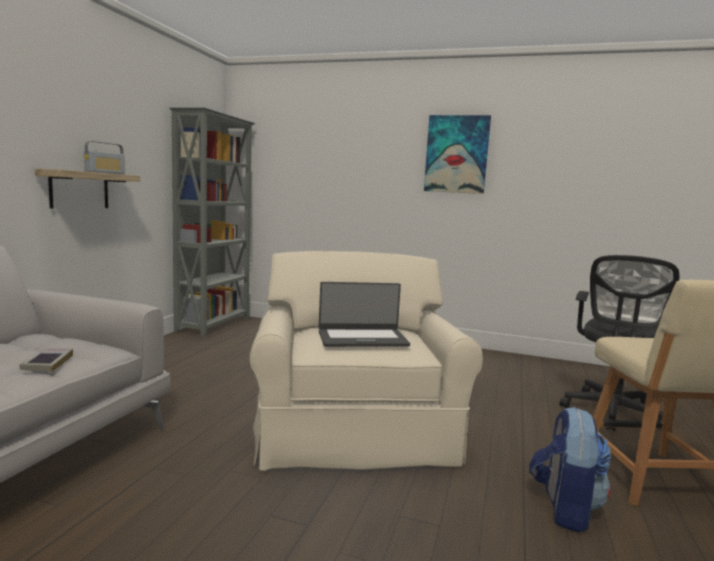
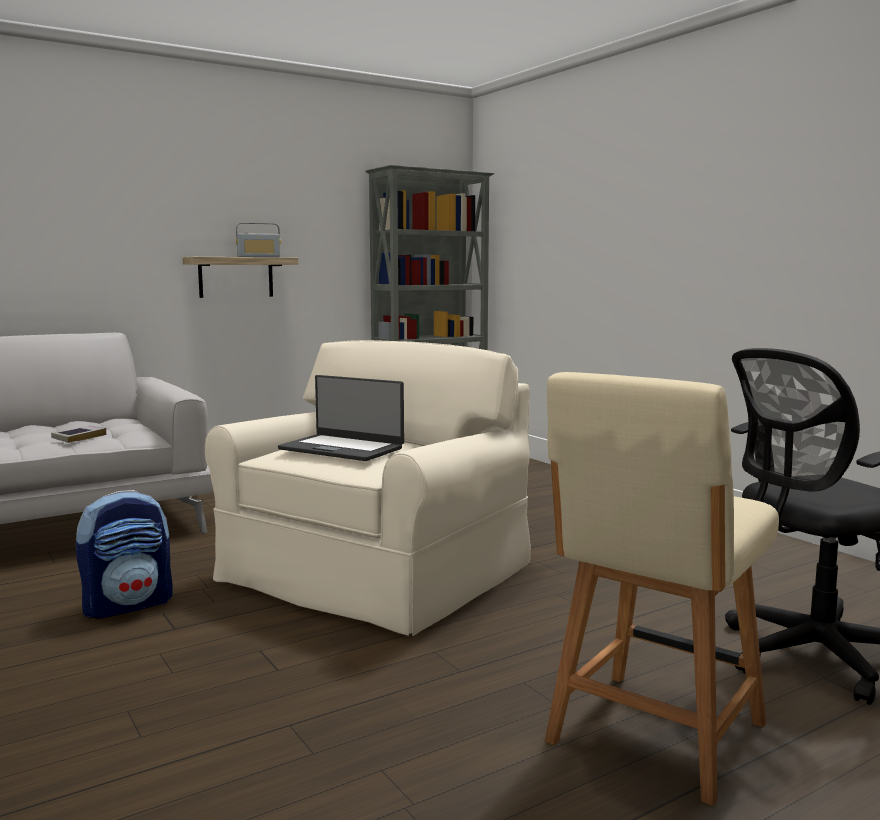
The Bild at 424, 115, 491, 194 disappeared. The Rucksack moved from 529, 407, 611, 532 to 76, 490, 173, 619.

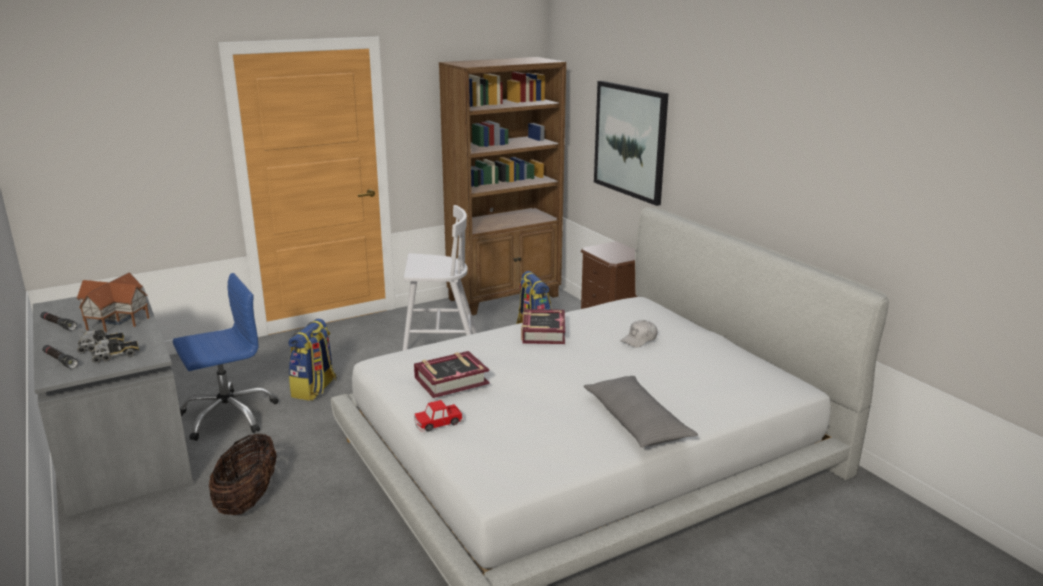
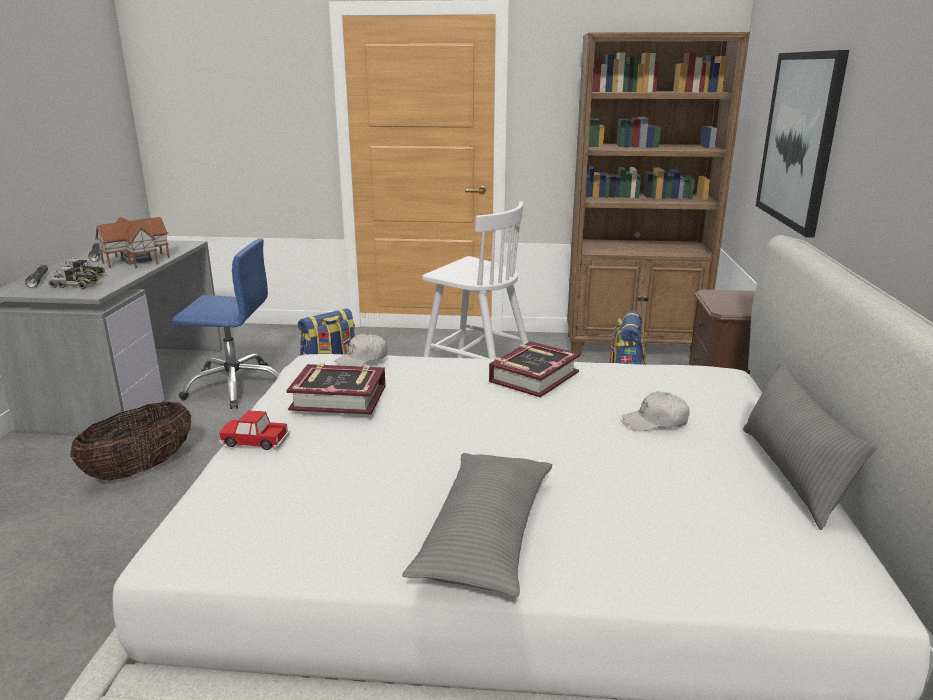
The Kappe [weiß] at 334, 333, 387, 366 appeared. The Kissen [grau] at 743, 361, 877, 530 appeared.

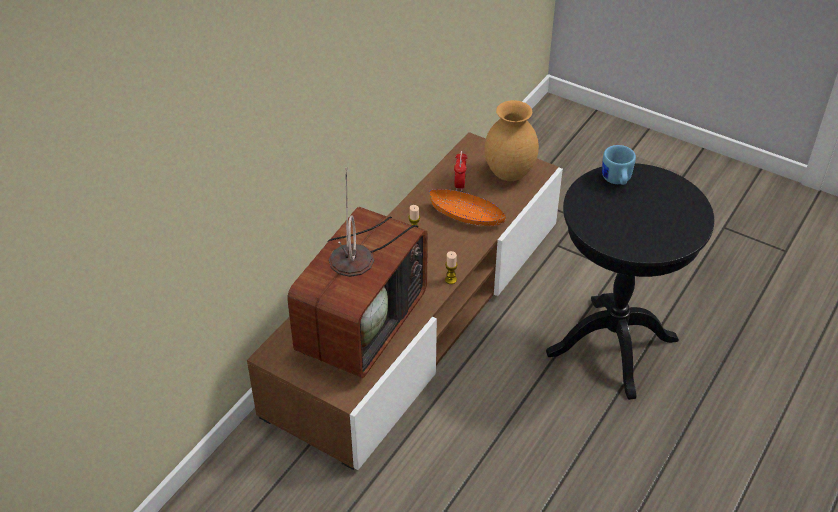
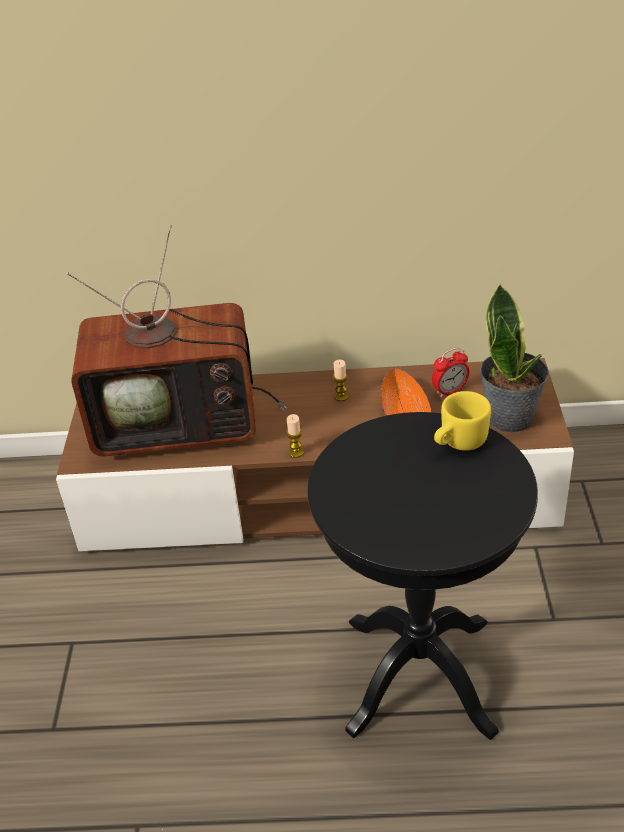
The Vase [braun] at 484, 100, 539, 181 was replaced by the Topfpflanze at 480, 284, 549, 433. The Henkelbecher [blau] at 602, 145, 636, 185 became the Henkelbecher [gelb] at 434, 391, 491, 451.

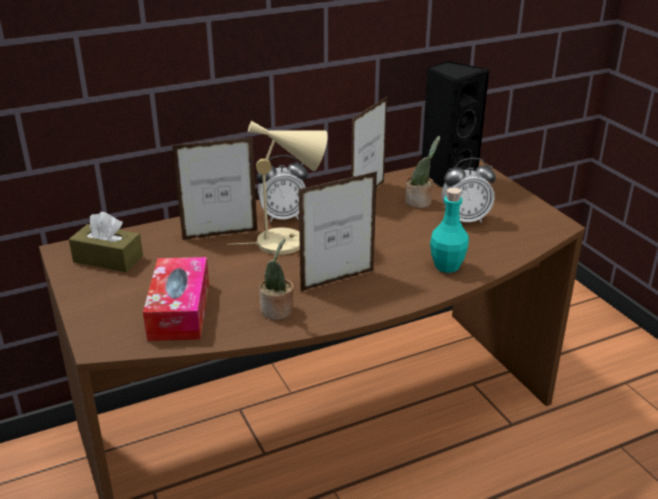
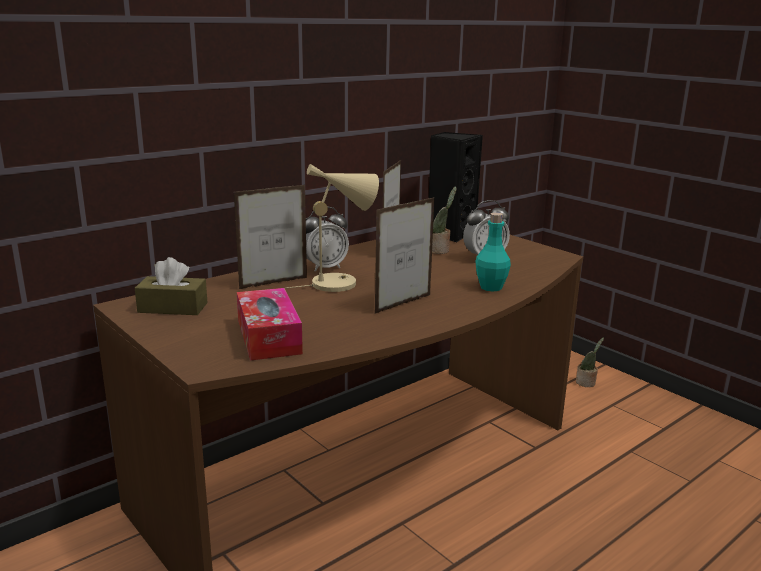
The Topfpflanze moved from 259, 239, 294, 320 to 576, 338, 604, 387.

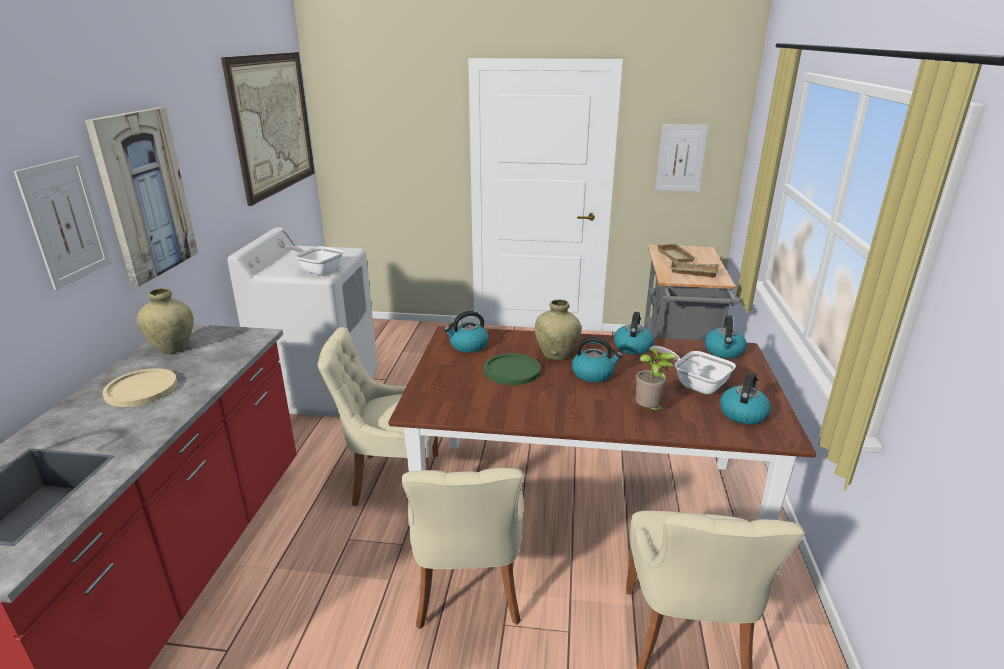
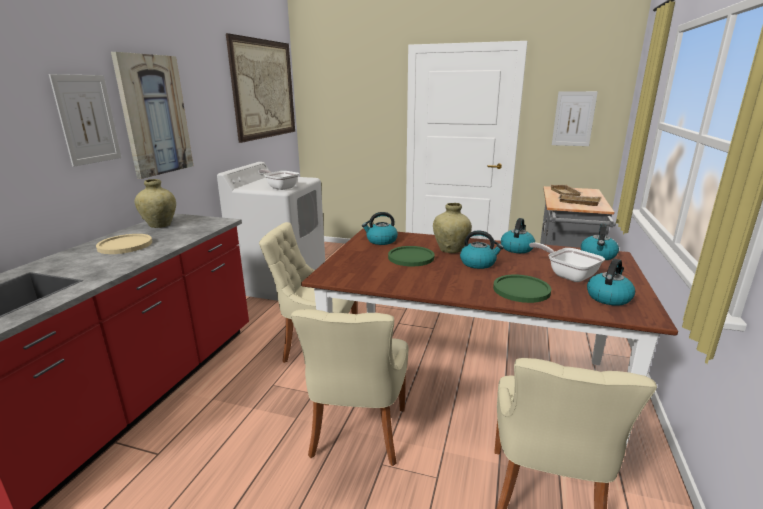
The Topfpflanze at 635, 348, 677, 412 was replaced by the Teller [grün] at 493, 275, 551, 303.

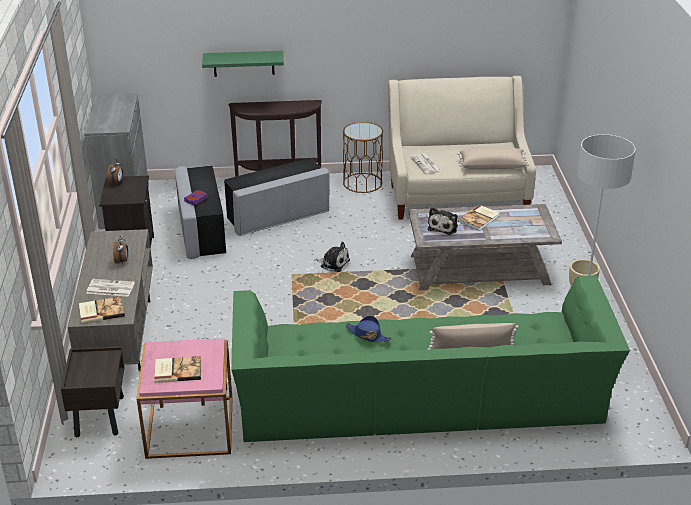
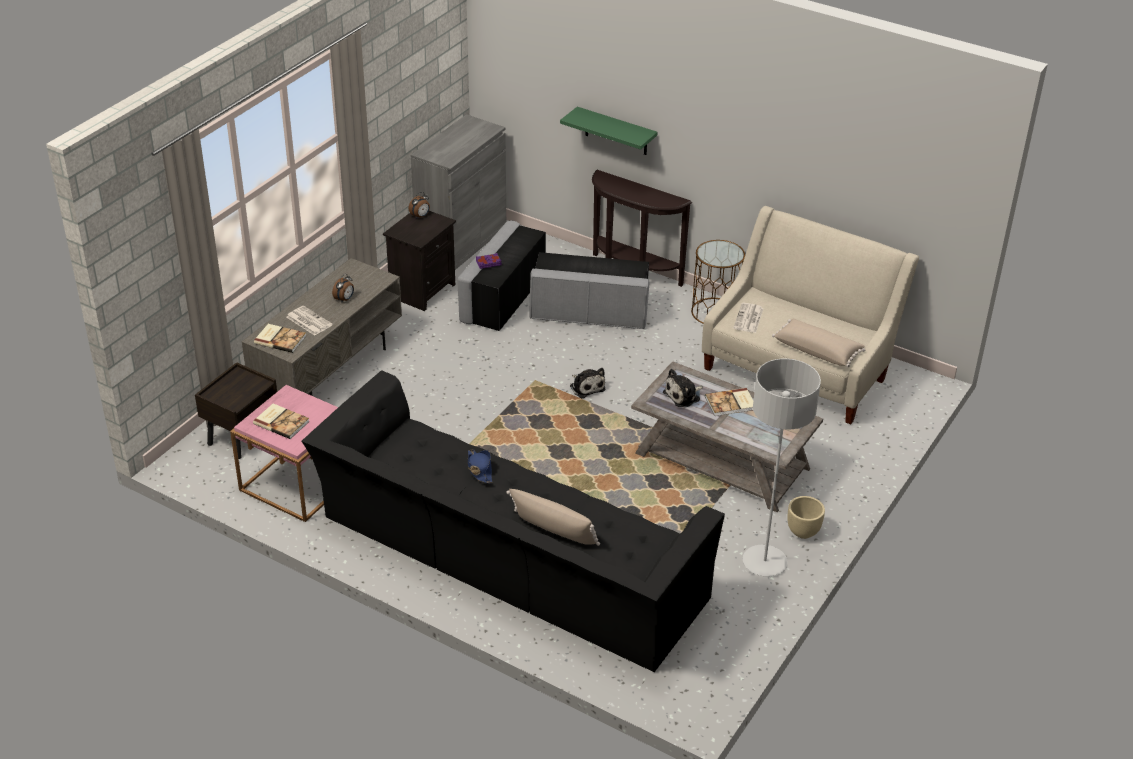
The Sofa [grün] at 231, 275, 630, 442 became the Sofa [schwarz] at 302, 370, 725, 672.

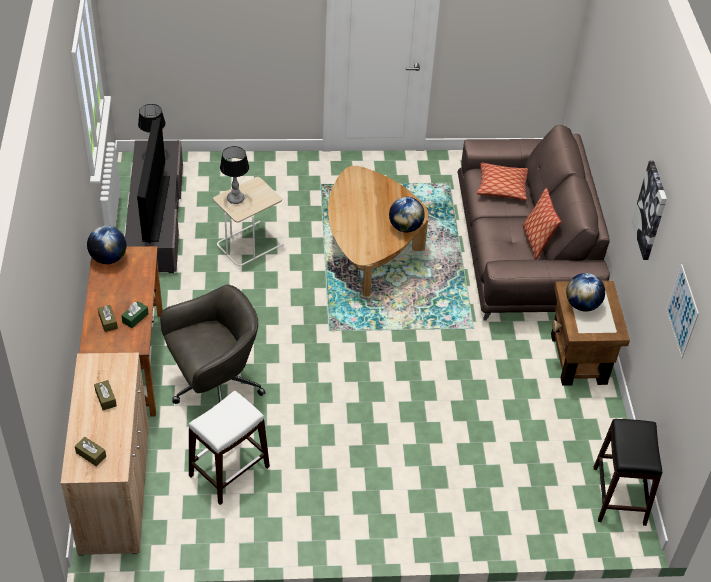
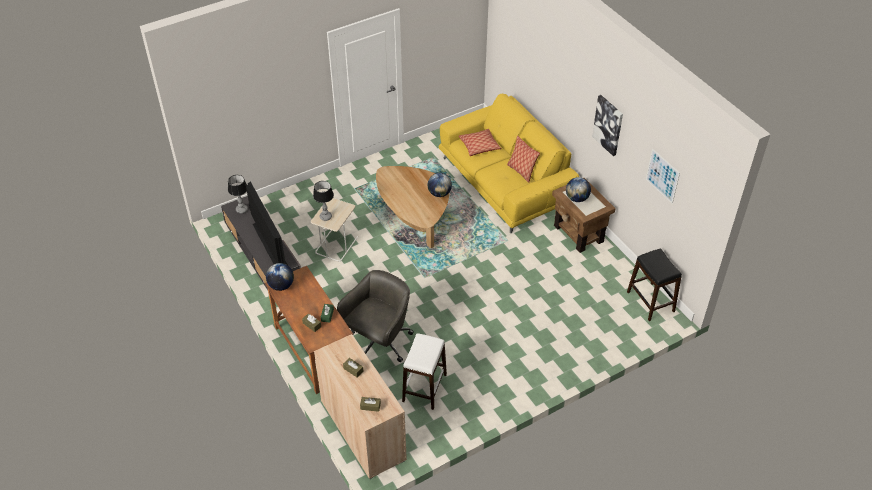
The Sofa [braun] at 457, 125, 610, 320 became the Sofa [gelb] at 439, 94, 579, 233.

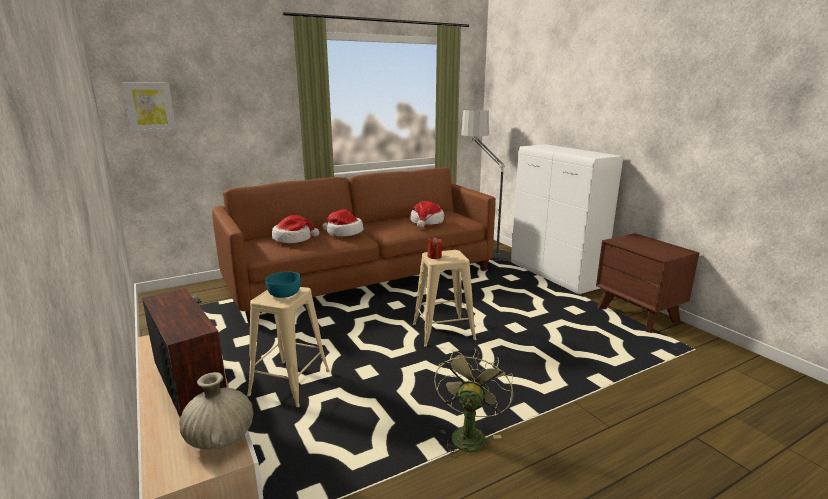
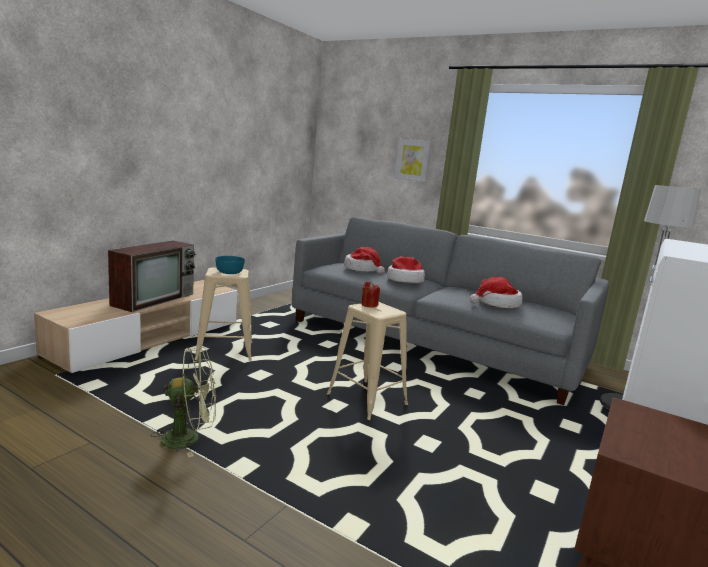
The Bild moved from 122, 83, 176, 132 to 395, 139, 431, 182. The Vase [beige] at 179, 372, 253, 450 disappeared. The Sofa [braun] at 212, 167, 496, 324 became the Sofa [grau] at 292, 217, 609, 405.

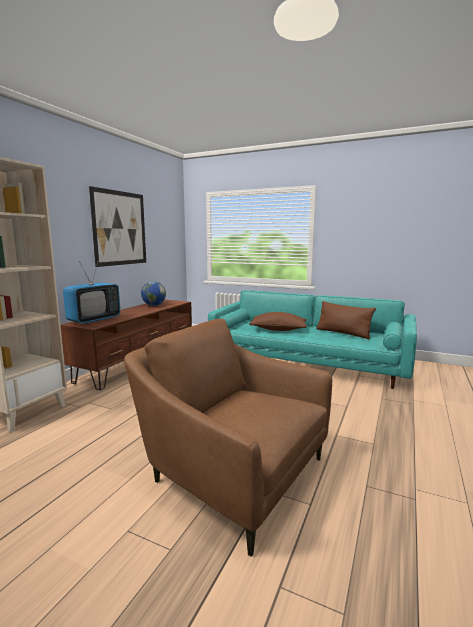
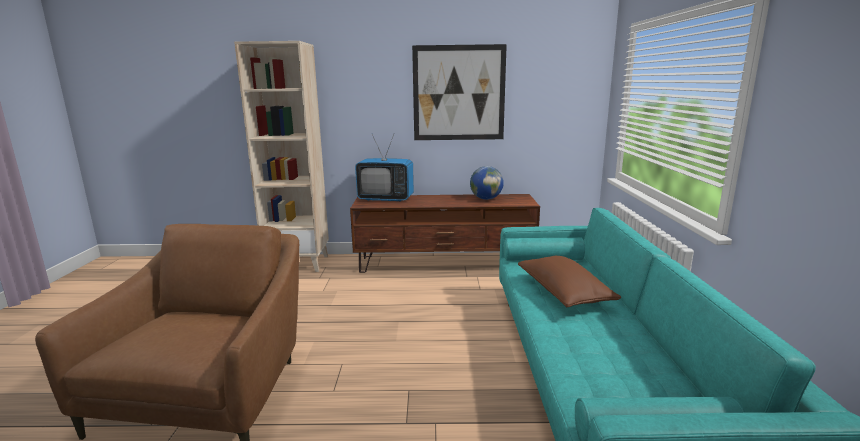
The Kissen [braun] at 316, 301, 376, 339 disappeared.

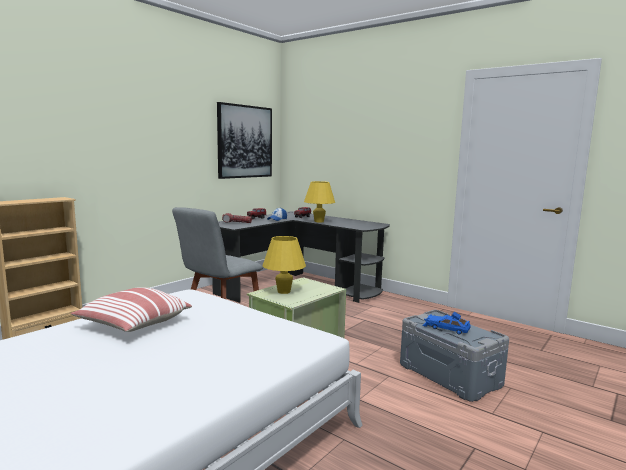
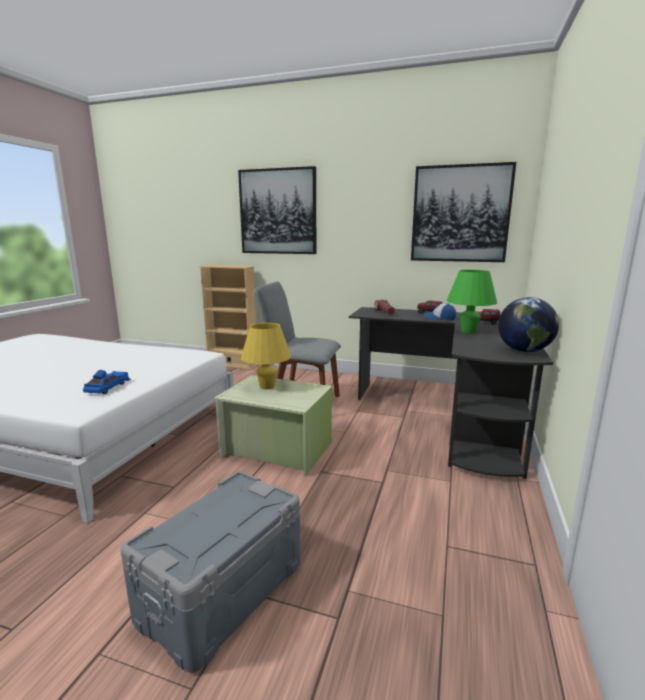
The Kissen at 70, 287, 192, 332 disappeared. The Tischlampe [gelb] at 304, 181, 335, 223 became the Tischlampe [grün] at 447, 270, 497, 333. The Spielzeugauto [blau] moved from 422, 312, 471, 335 to 83, 370, 131, 394. The Bild at 238, 166, 316, 254 appeared. The Globus at 498, 297, 559, 352 appeared.

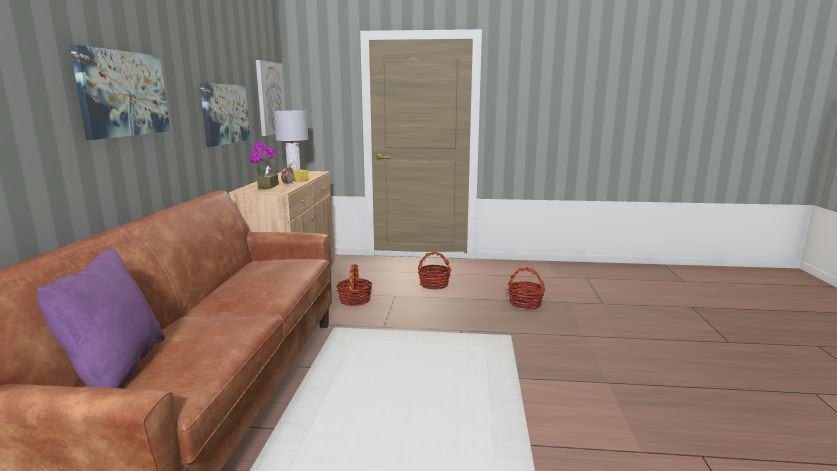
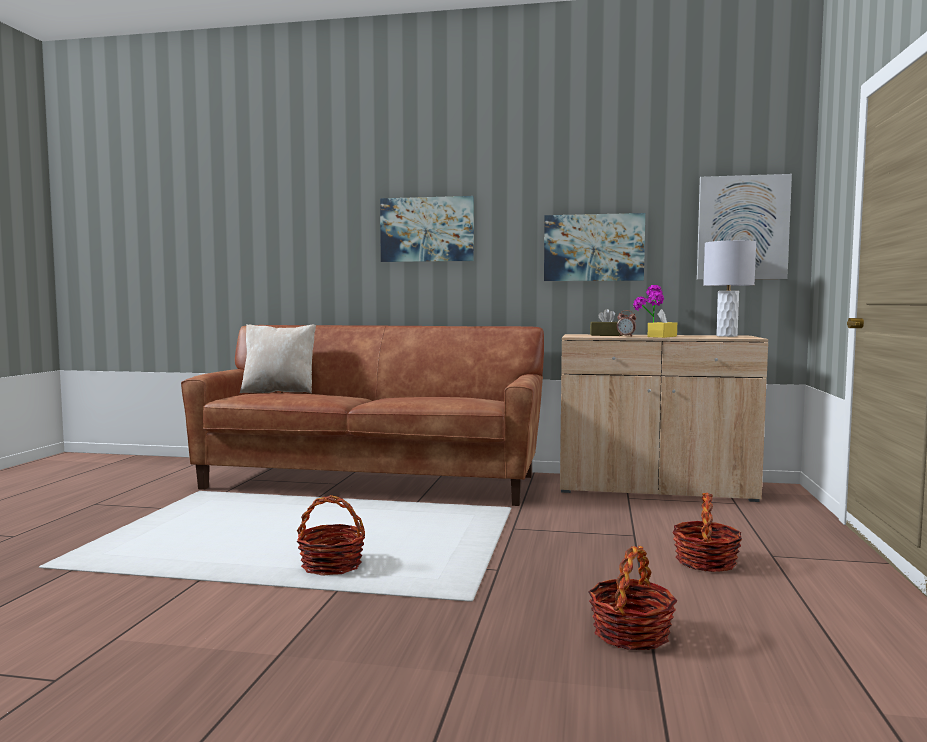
The Kissen [lila] at 37, 249, 165, 388 became the Kissen [beige] at 240, 324, 316, 393. The Korb moved from 336, 264, 372, 306 to 297, 495, 365, 576.

